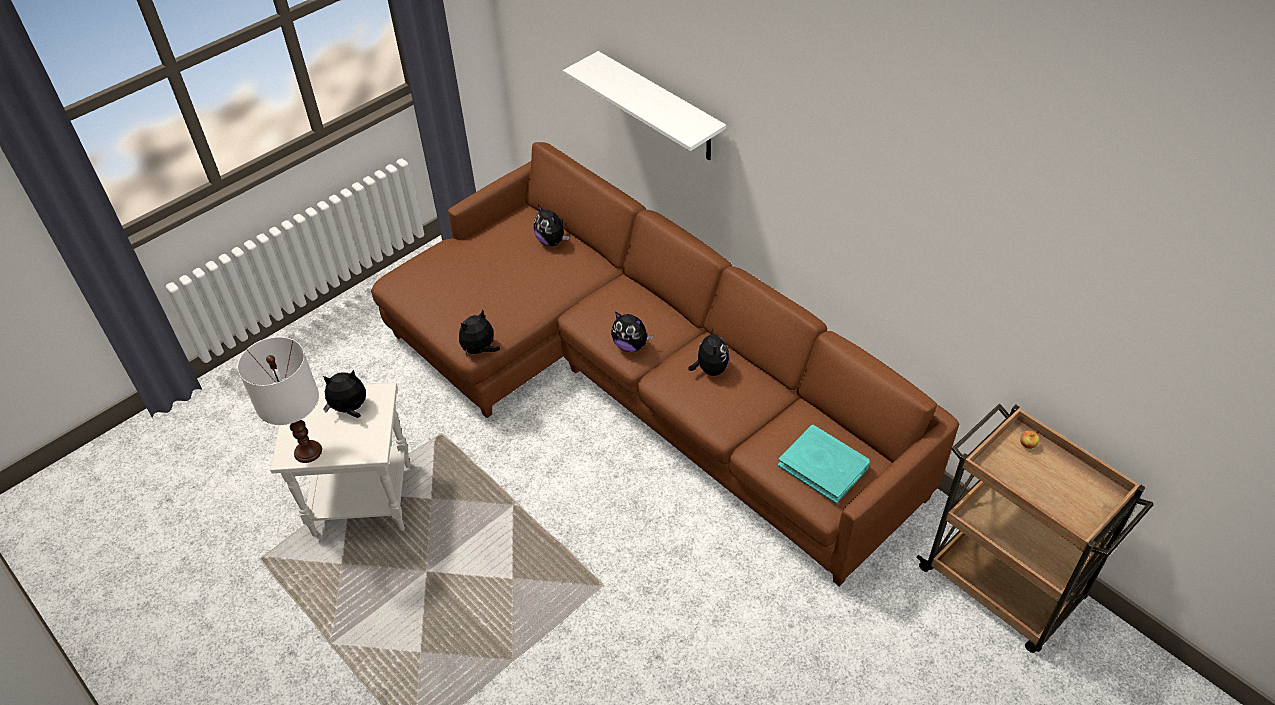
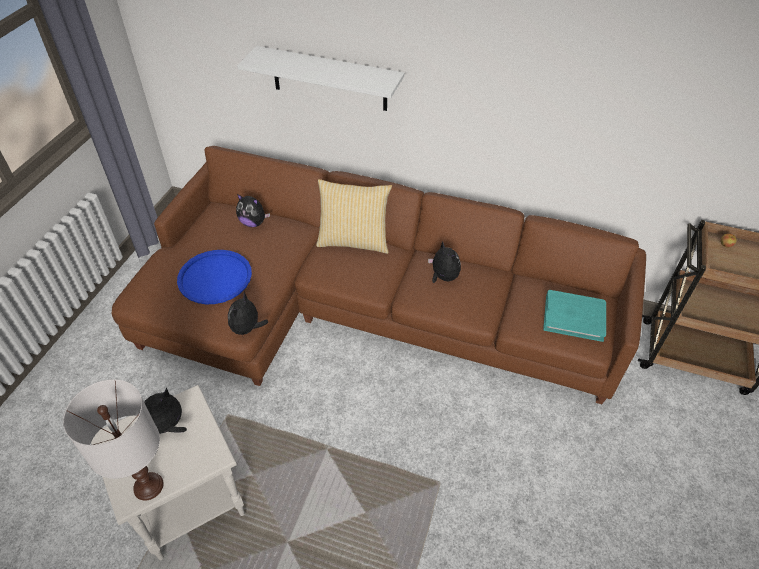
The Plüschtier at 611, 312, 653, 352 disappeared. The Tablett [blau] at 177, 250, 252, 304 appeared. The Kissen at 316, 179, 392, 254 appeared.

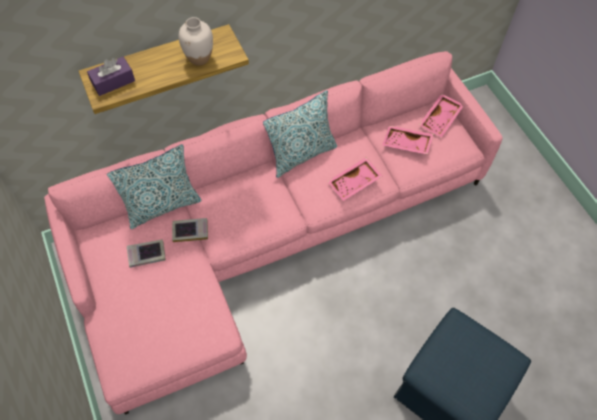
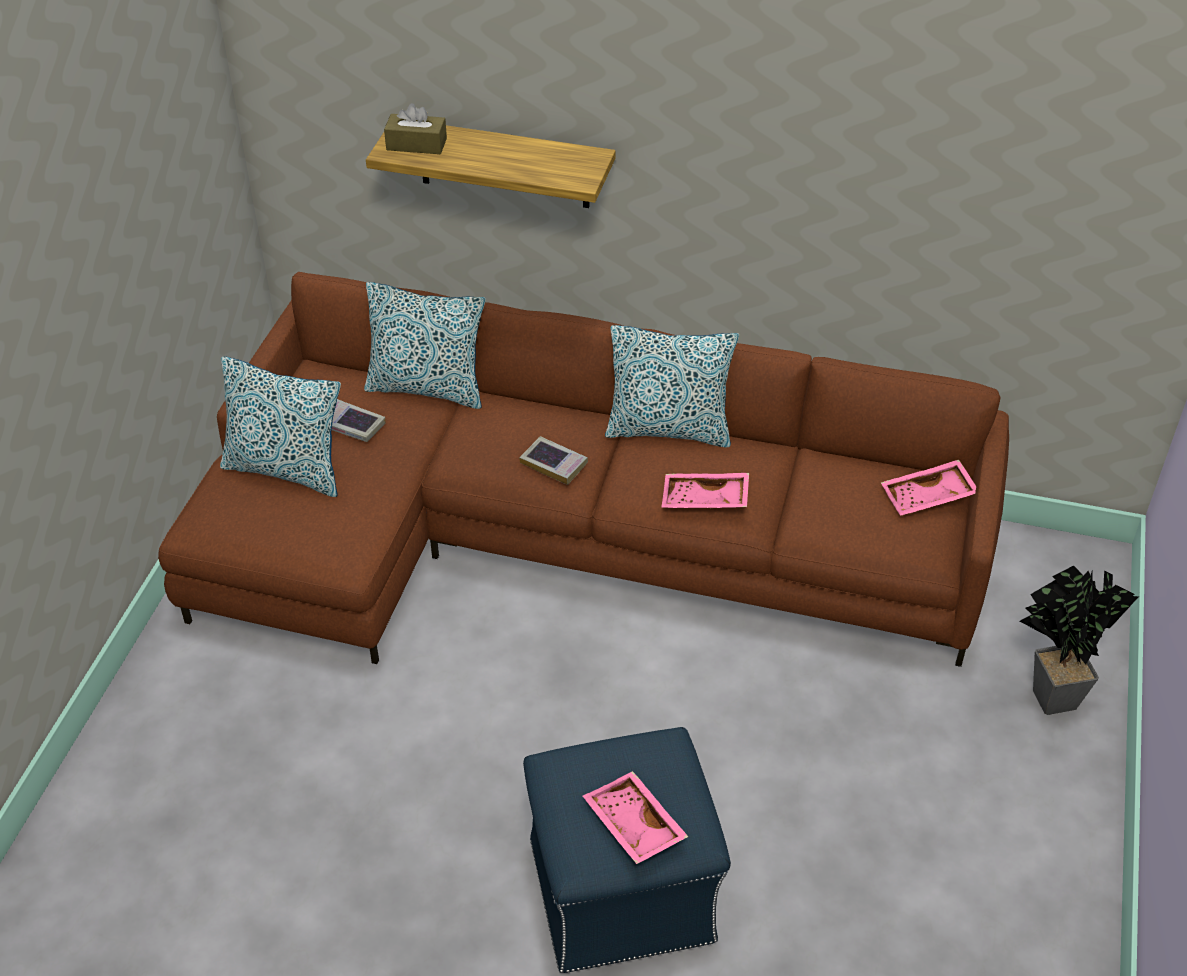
The Sofa [rosa] at 44, 51, 503, 415 became the Sofa [braun] at 158, 272, 1009, 667. The Taschentuchbox [lila] at 87, 57, 135, 96 became the Taschentuchbox [braun] at 384, 103, 447, 154. The Buch moved from 172, 218, 208, 242 to 519, 436, 588, 485. The Vase [weiß] at 179, 17, 213, 66 disappeared. The Tablett [rosa] moved from 382, 126, 434, 155 to 583, 771, 688, 864. The Kissen at 220, 356, 341, 497 appeared. The Topfpflanze at 1020, 565, 1138, 715 appeared.

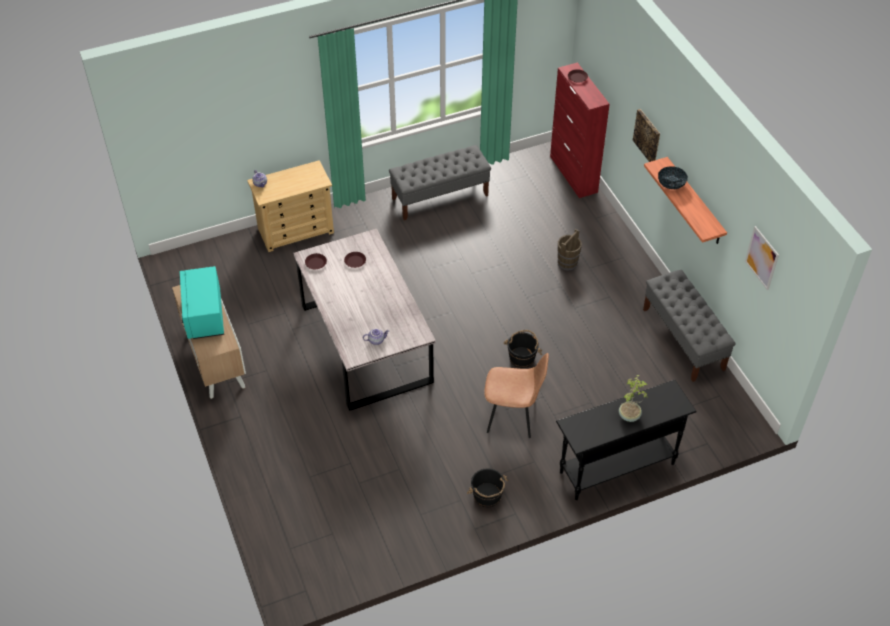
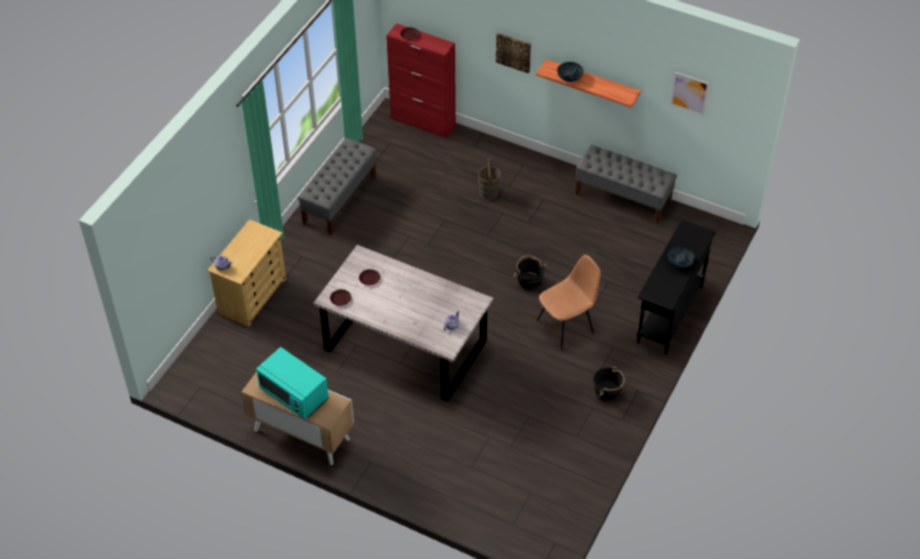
The Topfpflanze at 619, 375, 648, 422 was replaced by the Schüssel at 667, 245, 695, 268.

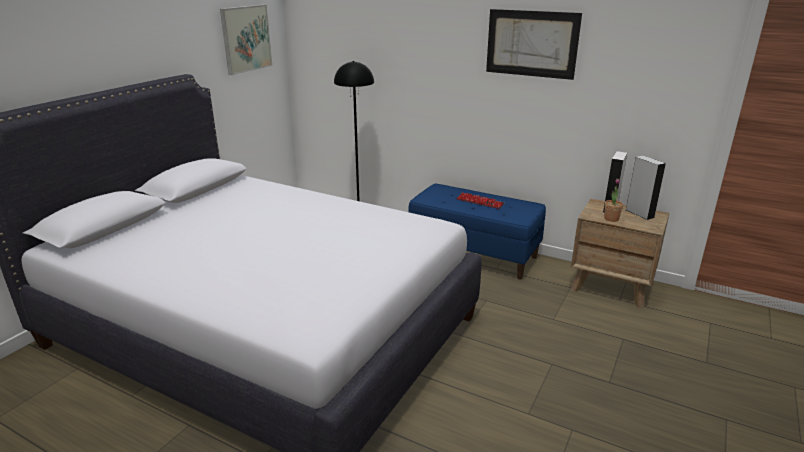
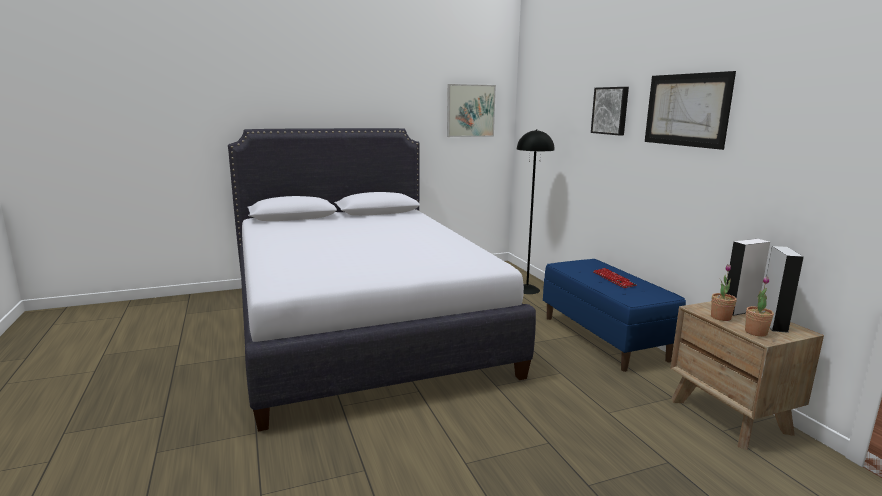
The Bild at 591, 87, 629, 135 appeared. The Topfpflanze at 745, 277, 774, 337 appeared.

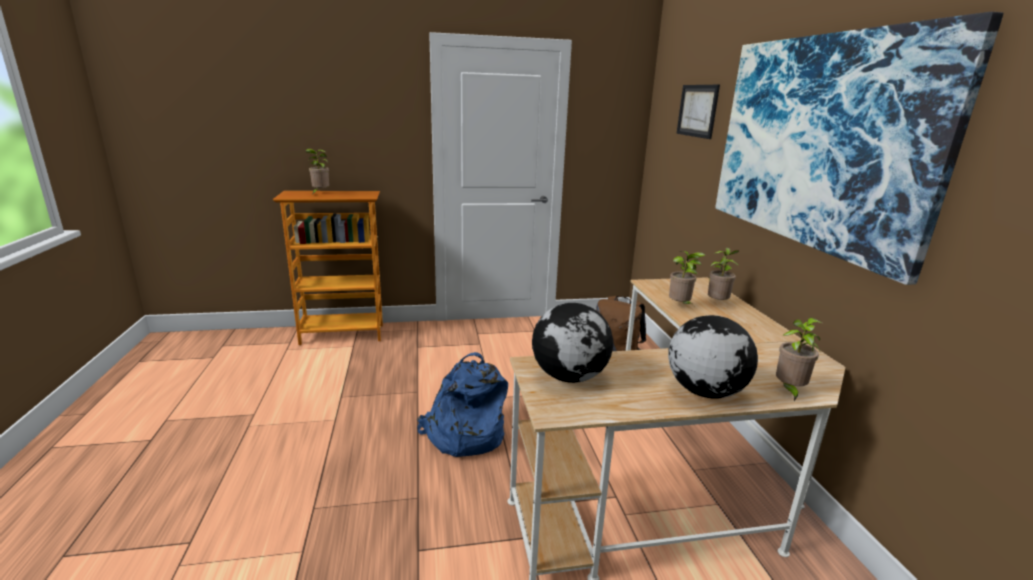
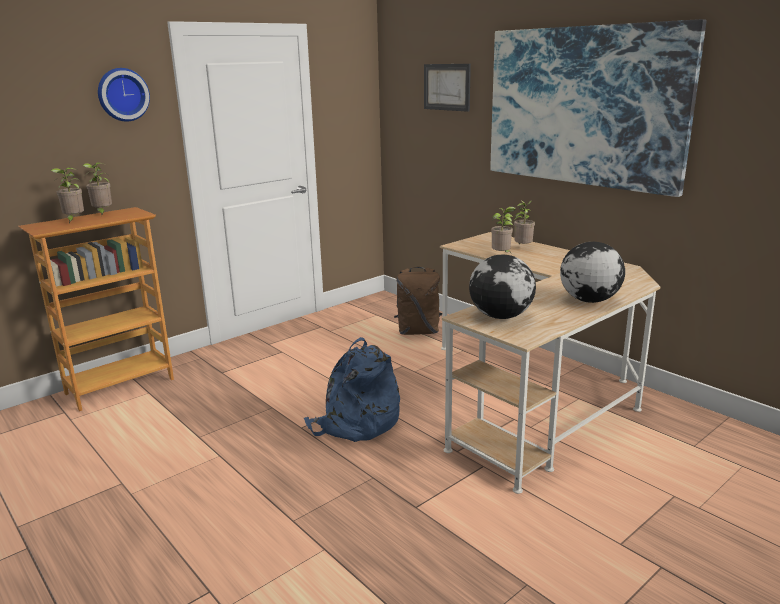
The Topfpflanze moved from 776, 318, 822, 401 to 83, 162, 112, 216. The Wanduhr at 98, 68, 150, 122 appeared.

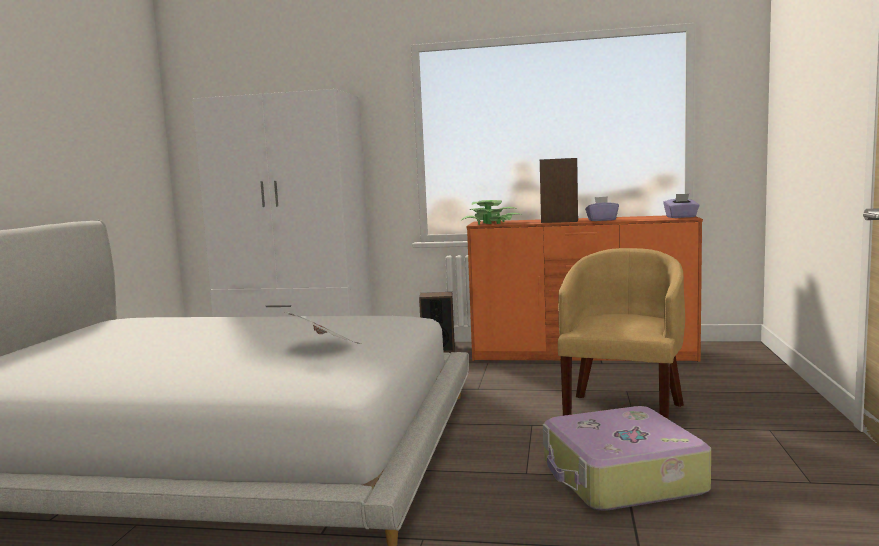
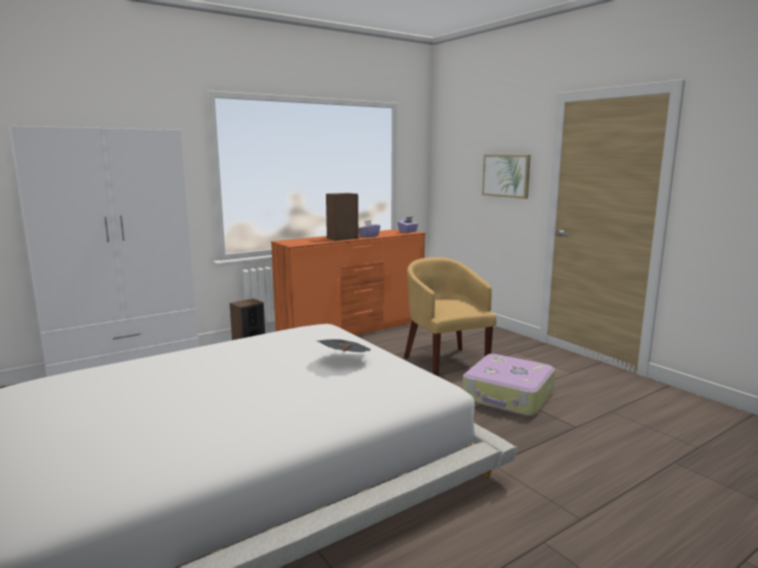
The Topfpflanze at 460, 200, 522, 225 disappeared. The Bild at 482, 155, 531, 199 appeared.

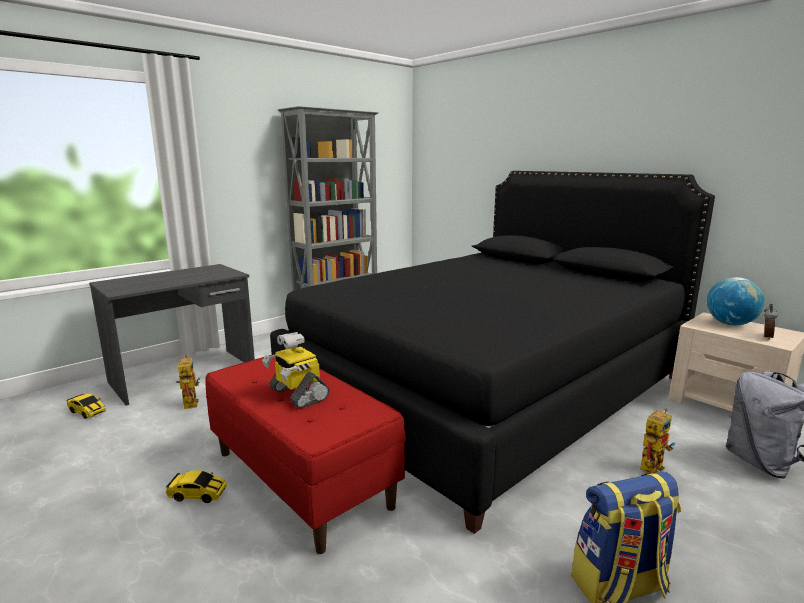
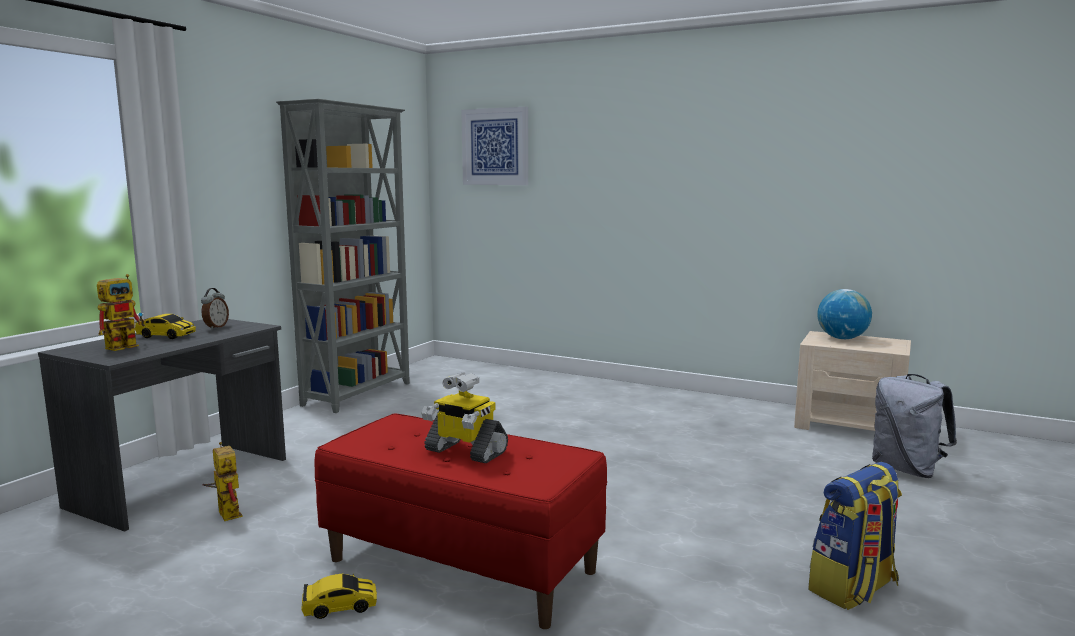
The Spielzeugauto moved from 66, 394, 106, 419 to 135, 314, 196, 339. The Bett [schwarz] at 270, 171, 715, 534 disappeared. The Spielzeugroboter moved from 640, 408, 675, 473 to 97, 274, 146, 351. The Wecker moved from 764, 304, 778, 340 to 201, 288, 229, 330. The Bild at 461, 107, 528, 185 appeared.

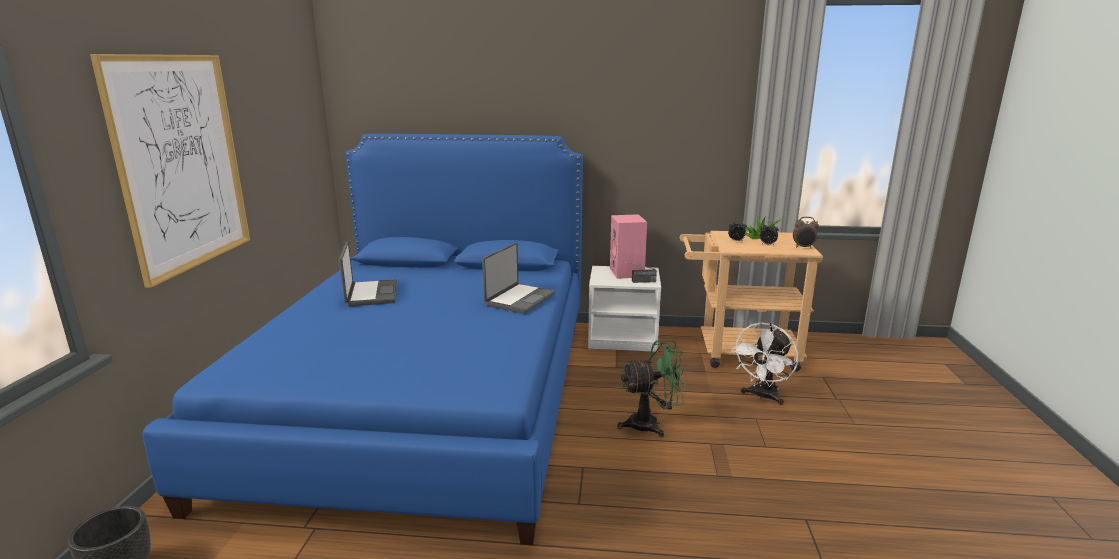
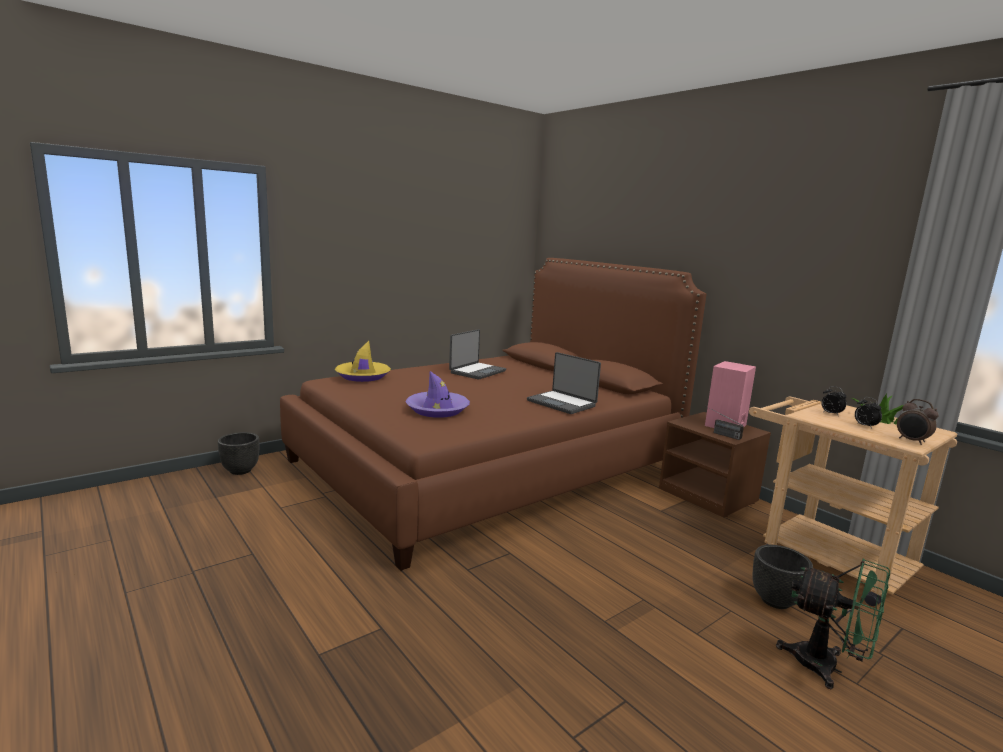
The Bild at 90, 54, 250, 288 disappeared. The Bett [blau] at 142, 134, 583, 545 became the Bett [braun] at 280, 258, 706, 571. The Laptop at 482, 243, 556, 314 turned 60 degrees clockwise. The Nachttisch [weiß] at 588, 266, 661, 352 became the Nachttisch [braun] at 659, 412, 771, 518. The Ventilator [grün] moved from 617, 340, 688, 437 to 776, 558, 890, 689. The Ventilator [weiß] at 731, 322, 798, 405 was replaced by the Pflanzkübel [schwarz] at 752, 545, 813, 609. The Hut [gelb] at 335, 341, 391, 382 appeared. The Hut [lila] at 406, 371, 470, 418 appeared.

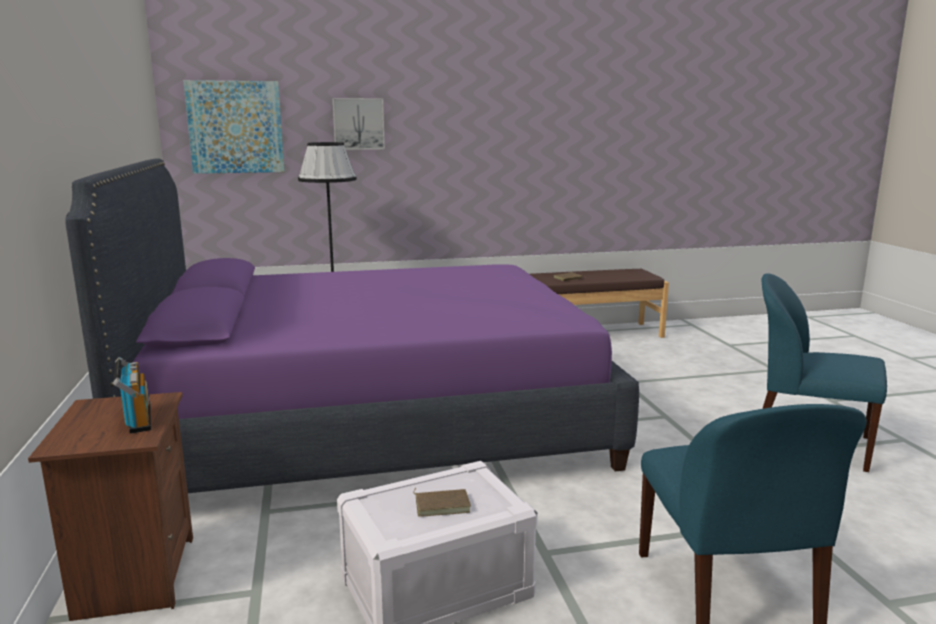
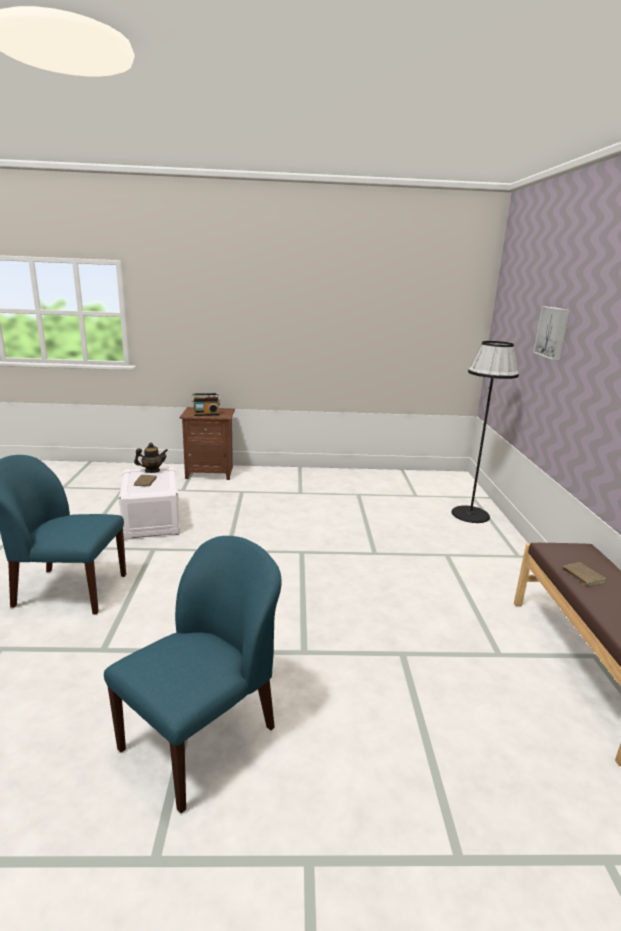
The Bett [lila] at 65, 158, 639, 493 disappeared. The Bild at 183, 80, 285, 174 disappeared. The Teekanne at 134, 443, 168, 473 appeared.

